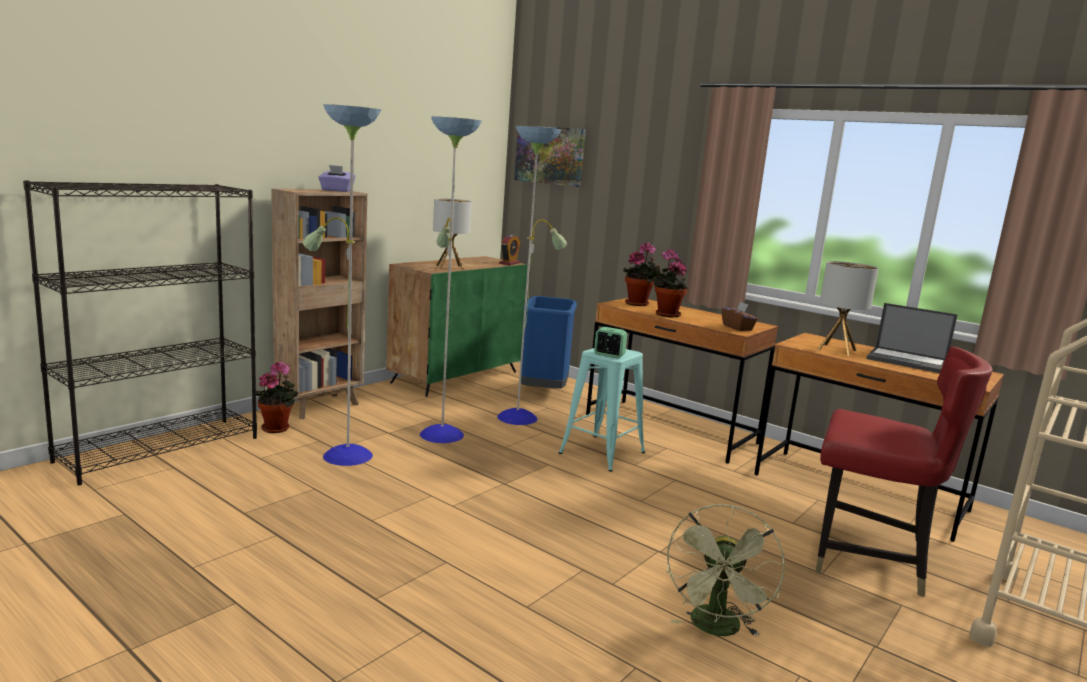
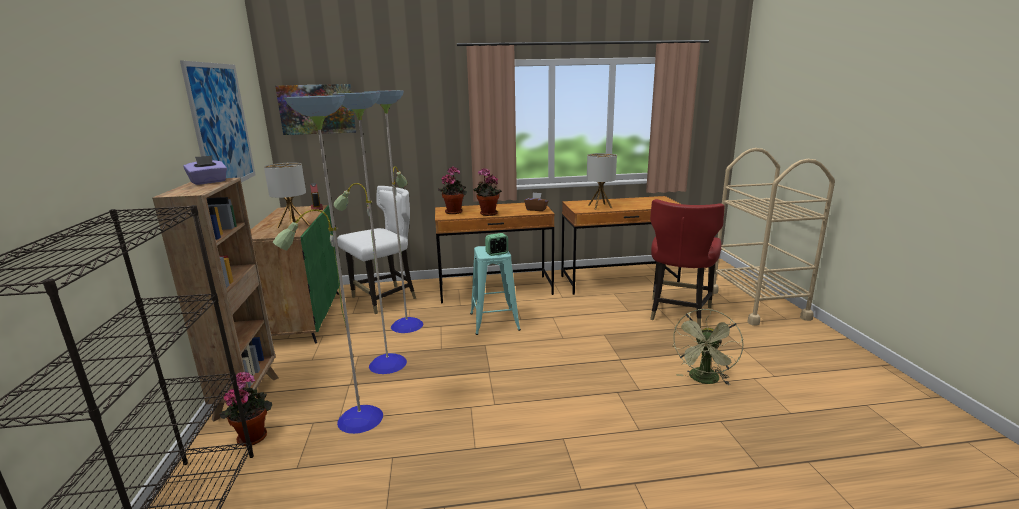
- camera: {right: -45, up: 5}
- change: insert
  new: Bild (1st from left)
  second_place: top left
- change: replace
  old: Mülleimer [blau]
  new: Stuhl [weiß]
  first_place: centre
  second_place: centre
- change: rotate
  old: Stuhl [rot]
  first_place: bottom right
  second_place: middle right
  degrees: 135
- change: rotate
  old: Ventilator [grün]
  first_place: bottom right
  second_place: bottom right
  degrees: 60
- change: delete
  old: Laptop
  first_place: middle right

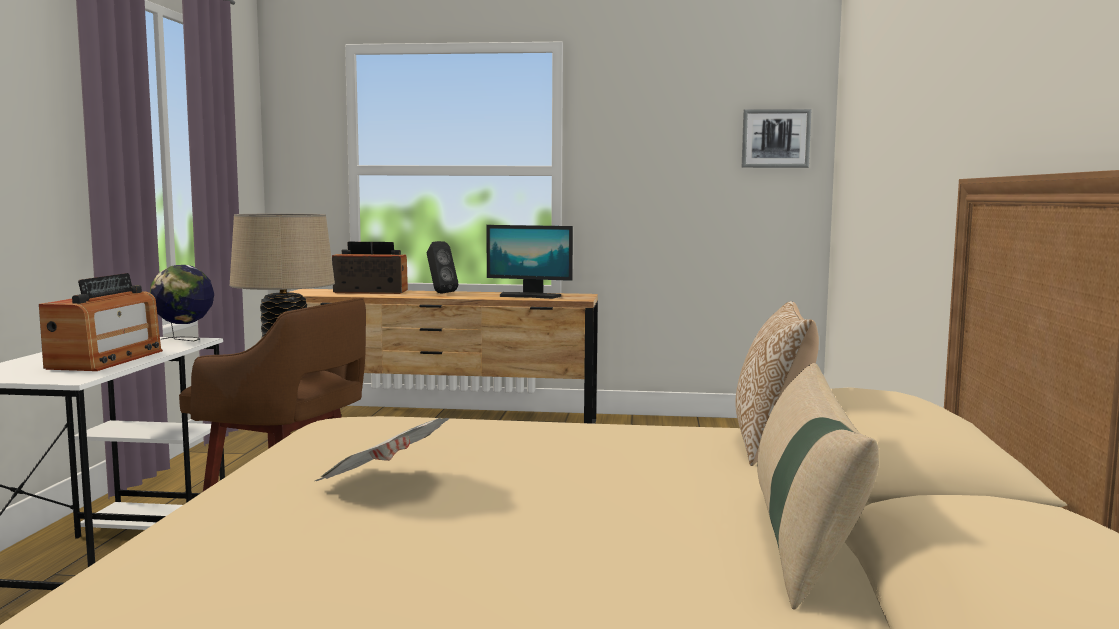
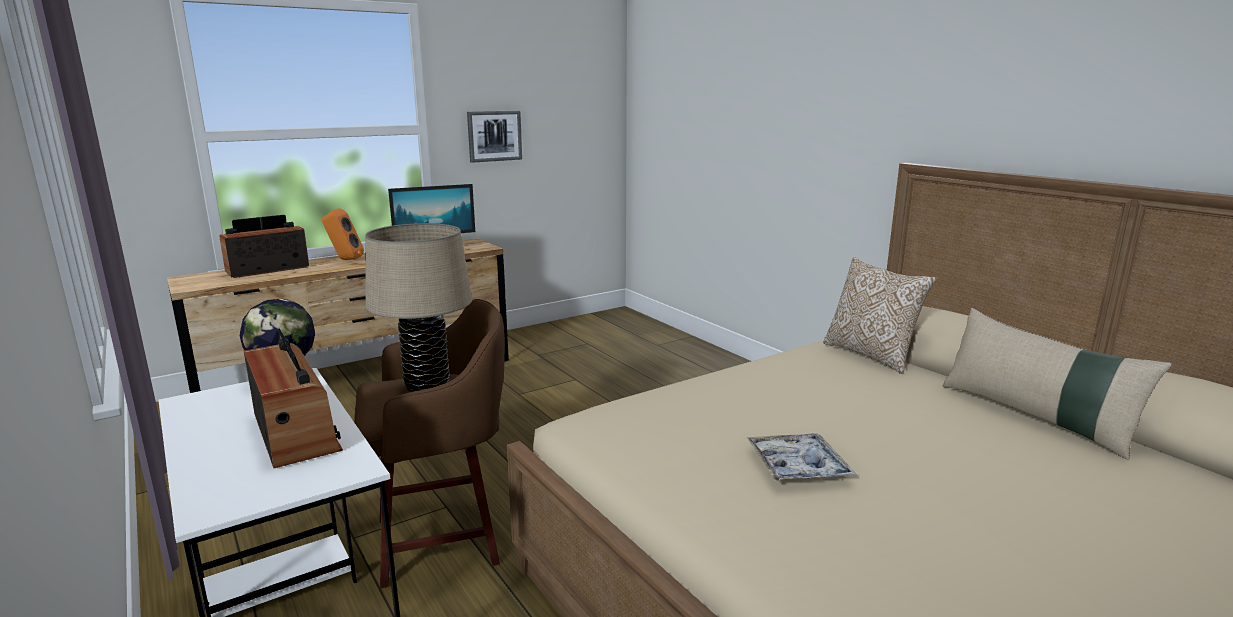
- camera: {right: -40, up: 10}
- change: recolor
  old: Lautsprecher [schwarz]
  new: Lautsprecher [orange]
  first_place: centre
  second_place: middle left
- change: move
  old: Bild
  first_place: top right
  second_place: top centre
- change: replace
  old: Zeitung
  new: Tablett
  first_place: bottom centre
  second_place: bottom centre

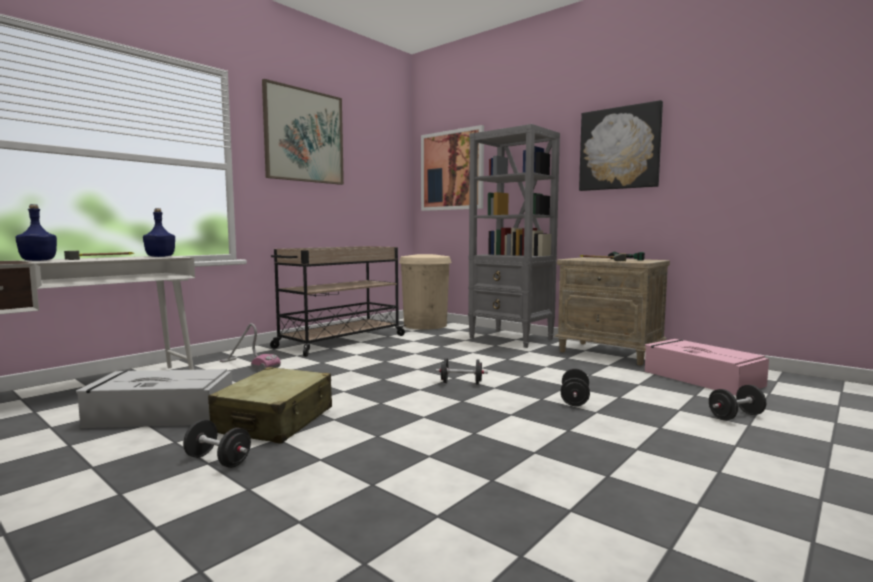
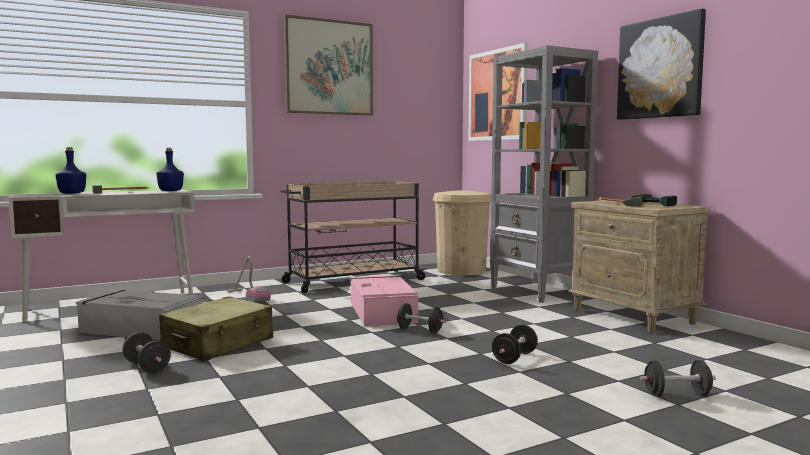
- camera: {right: 20, up: 0}
- change: move
  old: Aufbewahrungsbox [rosa]
  first_place: middle right
  second_place: centre

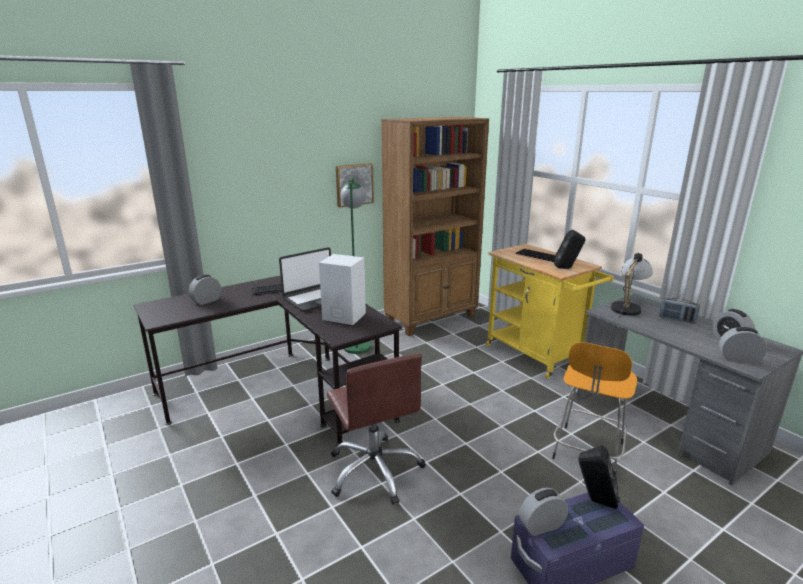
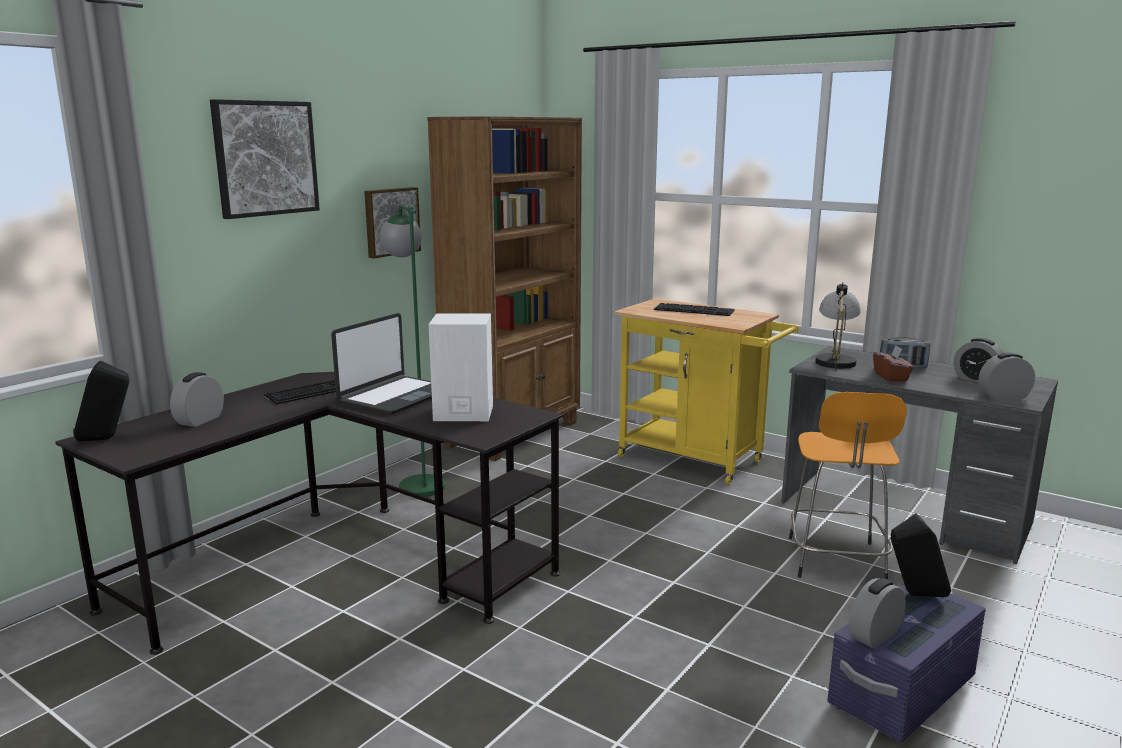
- camera: {right: -20, up: -5}
- change: move
  old: Lautsprecher [schwarz] (1st from left)
  first_place: middle right
  second_place: middle left
- change: insert
  new: Bild (1st from left)
  second_place: top left
- change: insert
  new: Taschentuchbox [braun]
  second_place: middle right
- change: delete
  old: Bürostuhl [braun]
  first_place: bottom centre

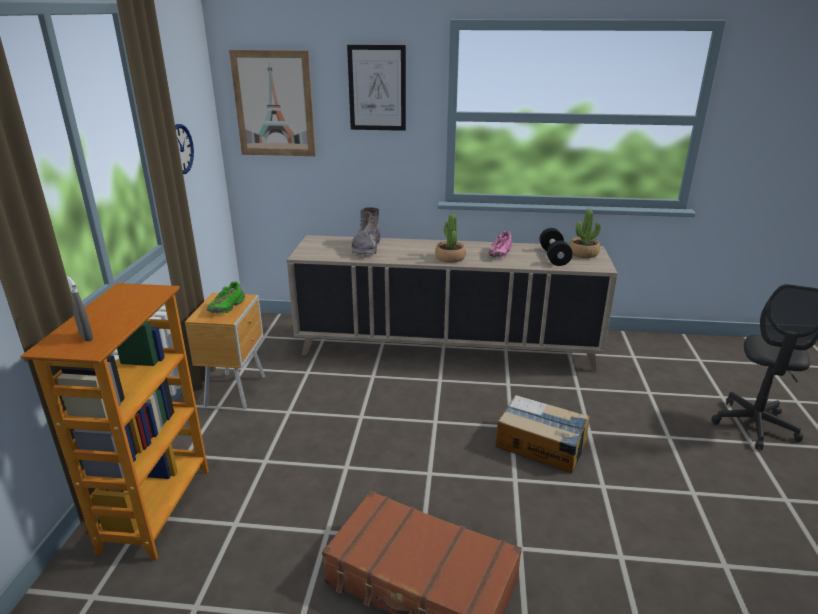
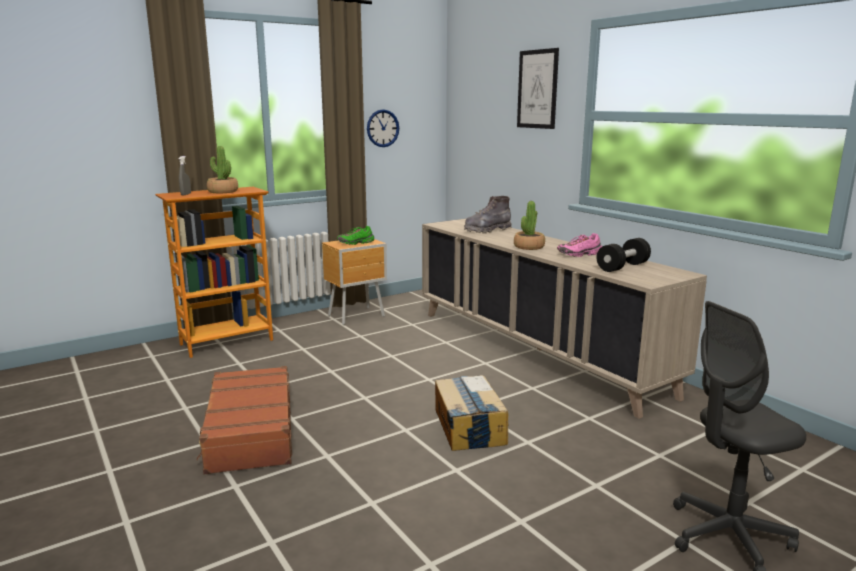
- camera: {right: 50, up: -10}
- change: move
  old: Topfpflanze (2nd from left in the first image)
  new: Topfpflanze (1st from left)
  first_place: middle right
  second_place: top left
- change: delete
  old: Bild (1st from left)
  first_place: top left

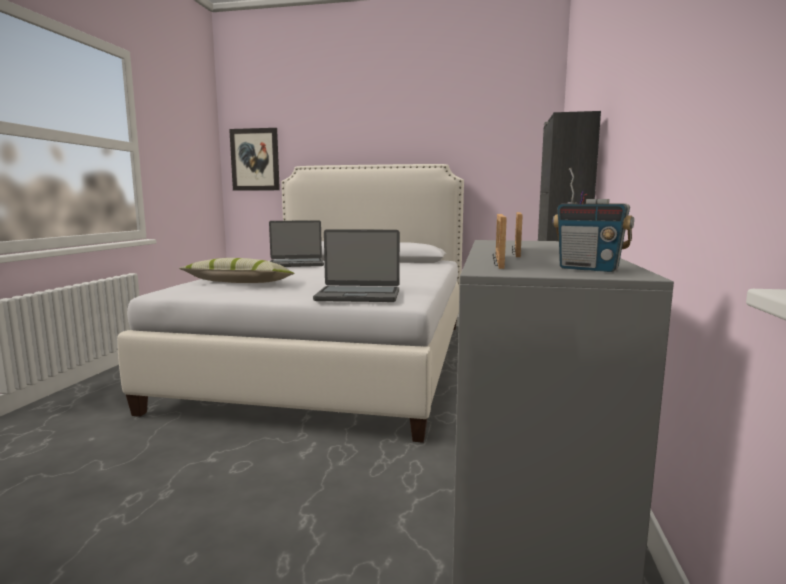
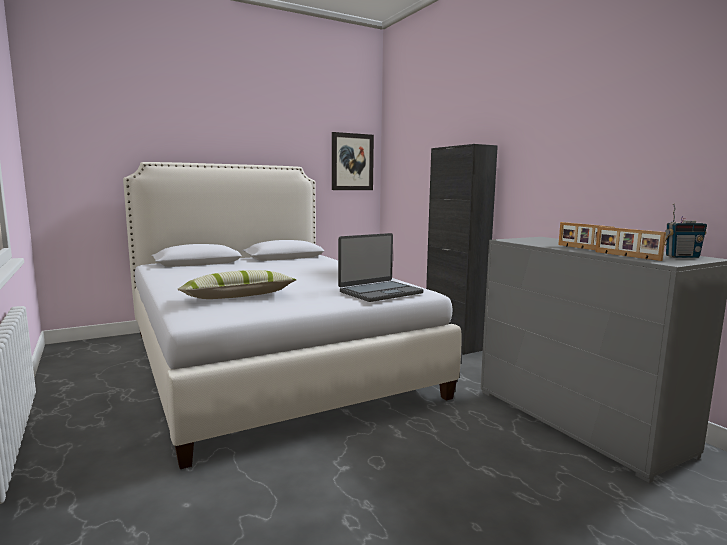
- camera: {right: -40, up: 0}
- change: move
  old: Bild
  first_place: top left
  second_place: top centre
- change: delete
  old: Laptop (1st from left)
  first_place: centre

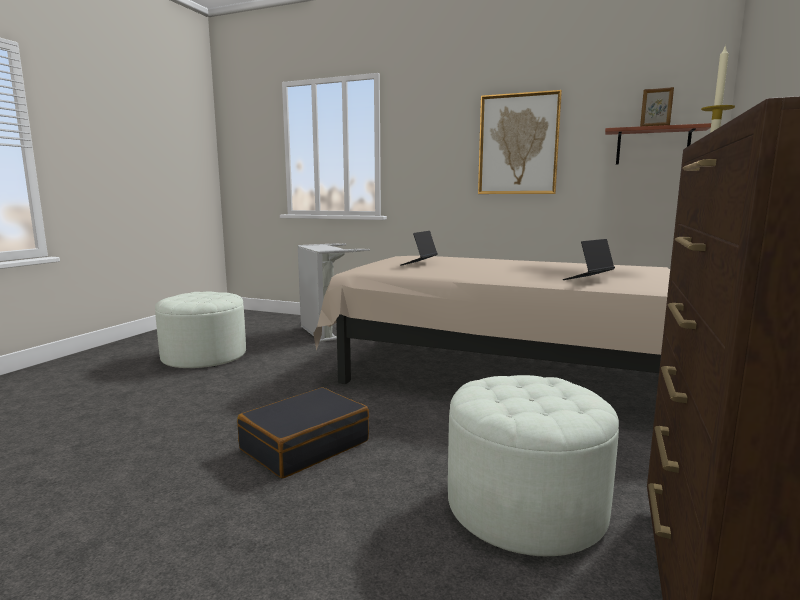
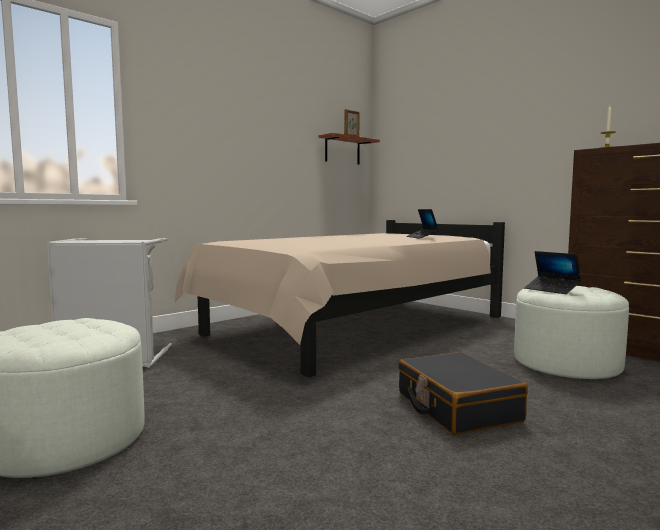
- camera: {right: -65, up: -5}
- change: move
  old: Laptop (1st from left in the first image)
  new: Laptop (2nd from left)
  first_place: centre
  second_place: middle right
- change: delete
  old: Bild
  first_place: top centre

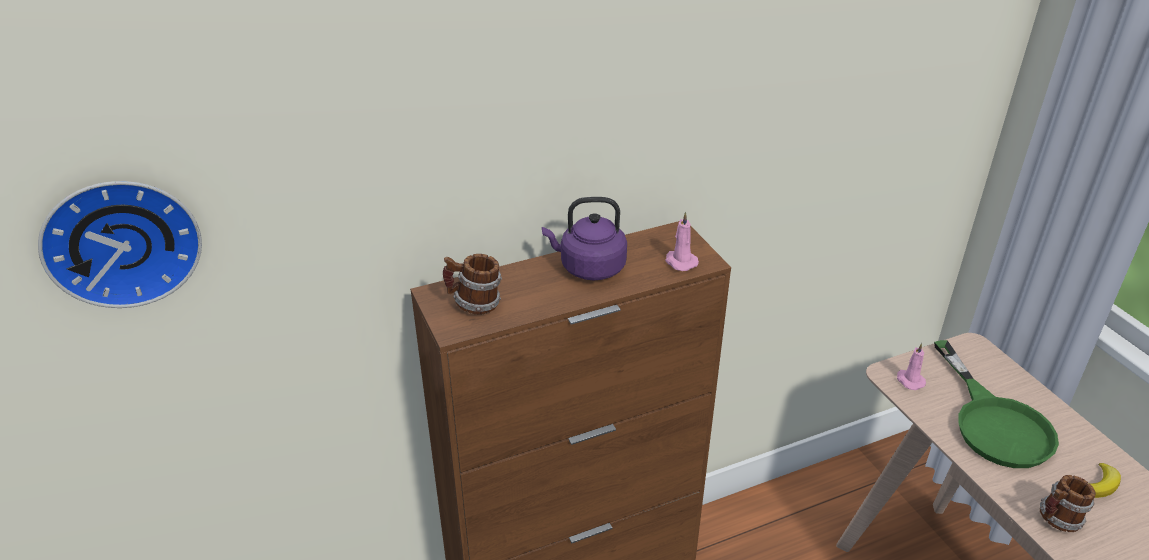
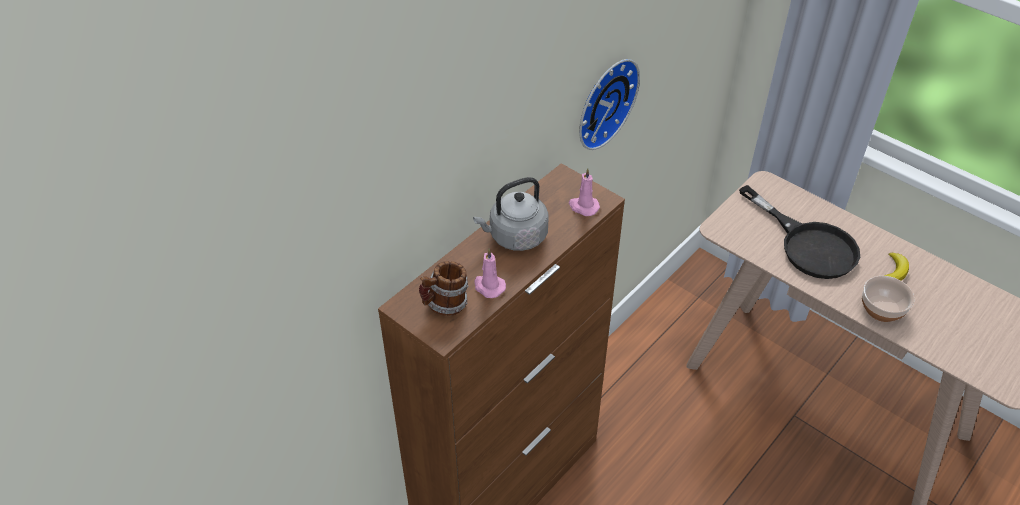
- camera: {right: -25, up: 10}
- change: recolor
  old: Wasserkessel [lila]
  new: Wasserkessel [grau]
  first_place: centre
  second_place: centre
- change: move
  old: Kerze [rosa] (2nd from left in the first image)
  new: Kerze [rosa] (1st from left)
  first_place: middle right
  second_place: centre
- change: move
  old: Wanduhr
  first_place: middle left
  second_place: top centre
- change: recolor
  old: Pfanne [grün]
  new: Pfanne [schwarz]
  first_place: bottom right
  second_place: middle right
- change: replace
  old: Henkelbecher (2nd from left)
  new: Schüssel
  first_place: bottom right
  second_place: middle right

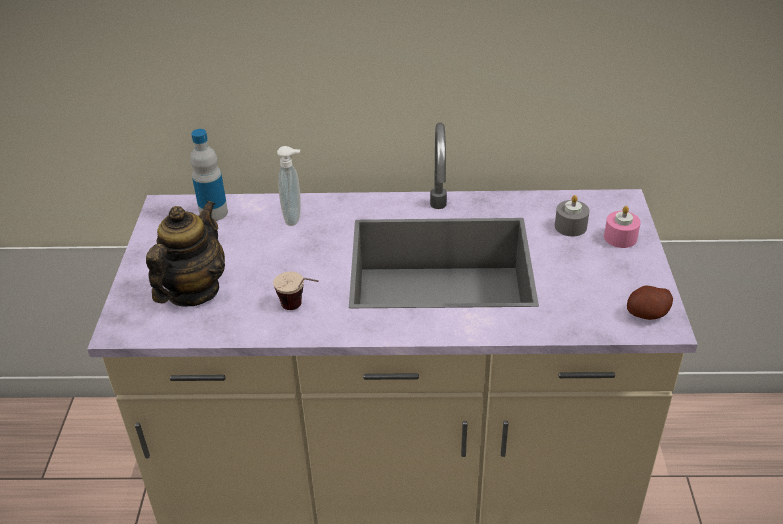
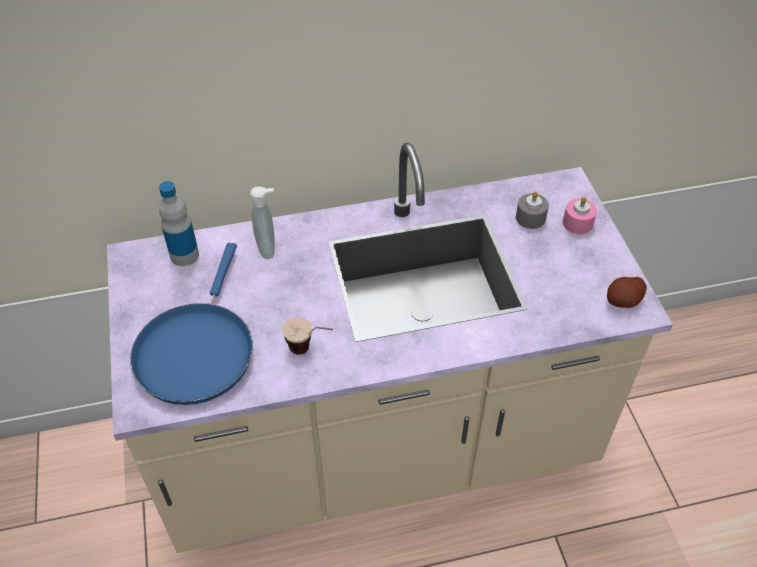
- camera: {right: -15, up: 10}
- change: replace
  old: Teekanne
  new: Pfanne [blau]
  first_place: middle left
  second_place: middle left

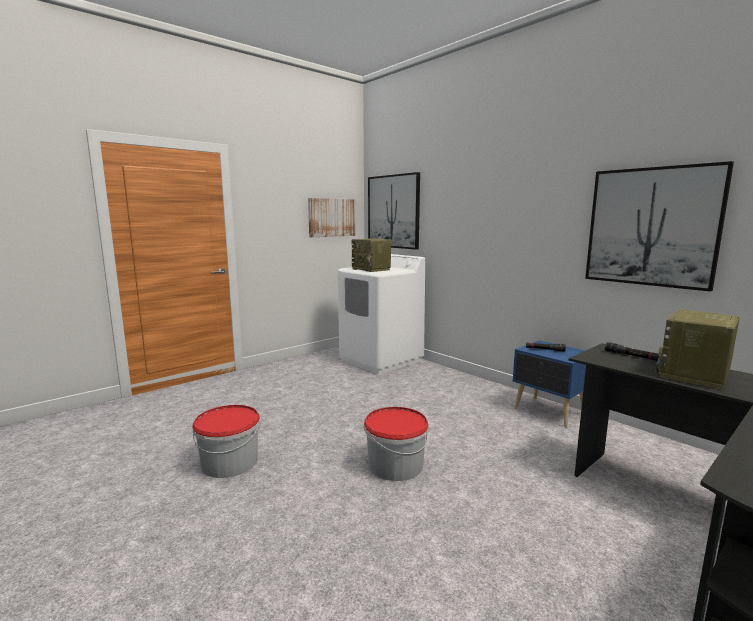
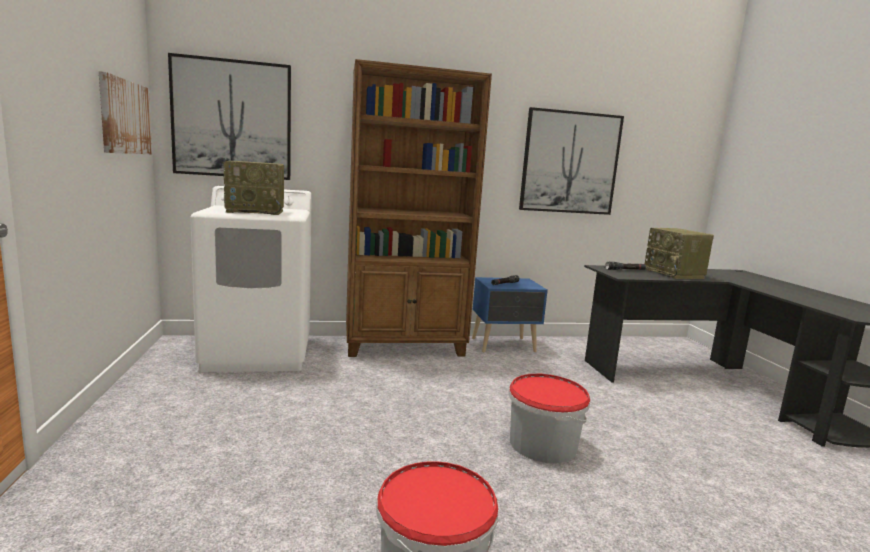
- camera: {right: -60, up: 0}
- change: insert
  new: Bücherregal [braun]
  second_place: centre

